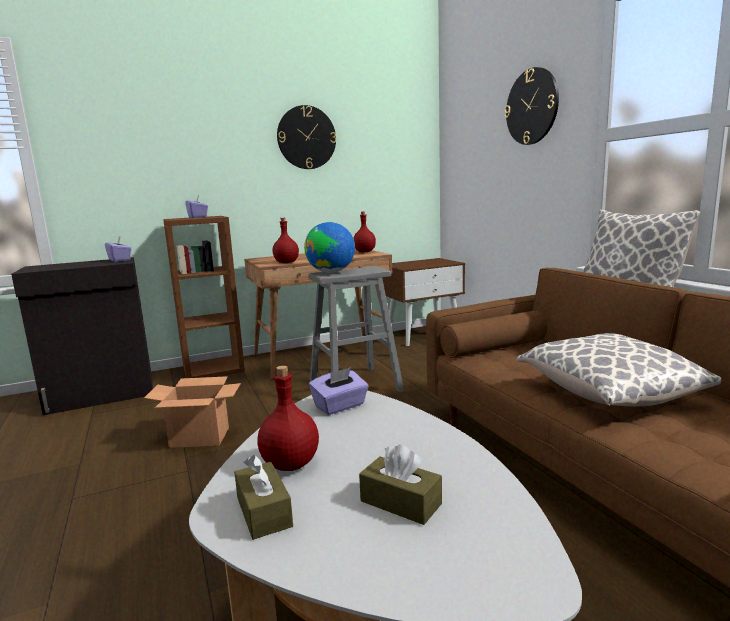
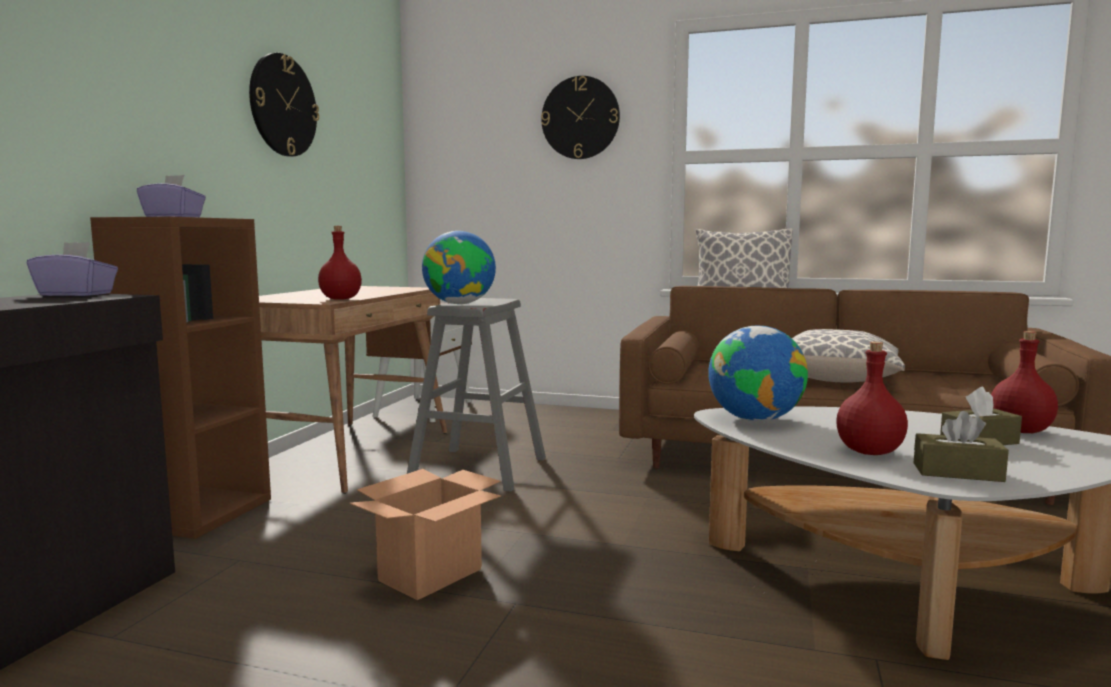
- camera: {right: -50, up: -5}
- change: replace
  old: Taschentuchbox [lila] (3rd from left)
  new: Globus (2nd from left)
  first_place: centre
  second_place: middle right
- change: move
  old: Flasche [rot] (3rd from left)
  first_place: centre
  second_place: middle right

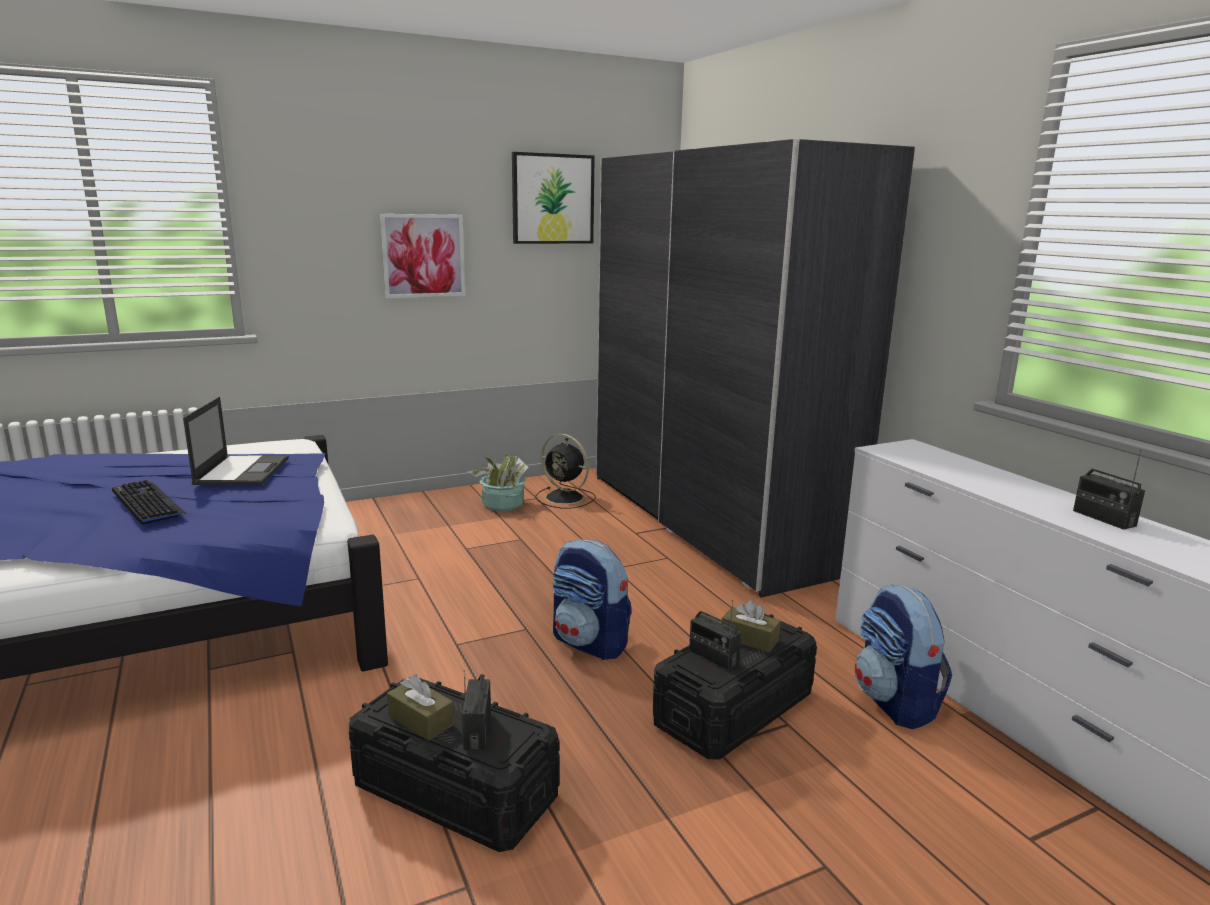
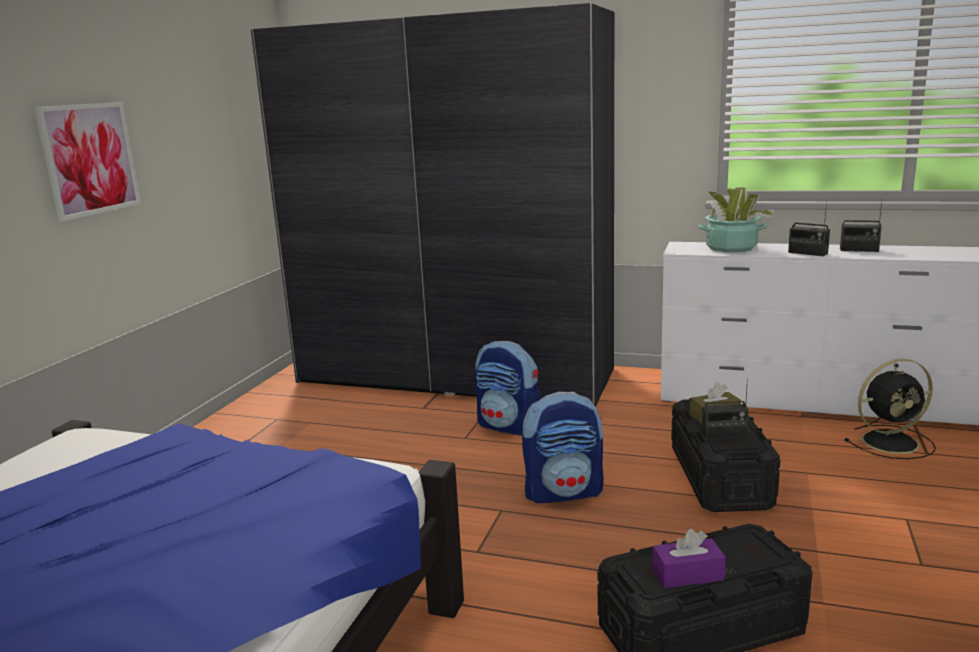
- camera: {right: -45, up: 0}
- change: move
  old: Rucksack (2nd from left in the first image)
  new: Rucksack (1st from left)
  first_place: bottom right
  second_place: centre
- change: recolor
  old: Taschentuchbox [braun] (1st from left)
  new: Taschentuchbox [lila]
  first_place: bottom centre
  second_place: bottom right
- change: move
  old: Topfpflanze
  first_place: centre
  second_place: middle right
- change: move
  old: Radio (1st from left in the first image)
  new: Radio (2nd from left)
  first_place: bottom centre
  second_place: middle right
- change: move
  old: Ventilator [schwarz]
  first_place: centre
  second_place: middle right
- change: delete
  old: Tastatur
  first_place: middle left
- change: delete
  old: Laptop
  first_place: middle left
- change: delete
  old: Bild (2nd from left)
  first_place: top centre

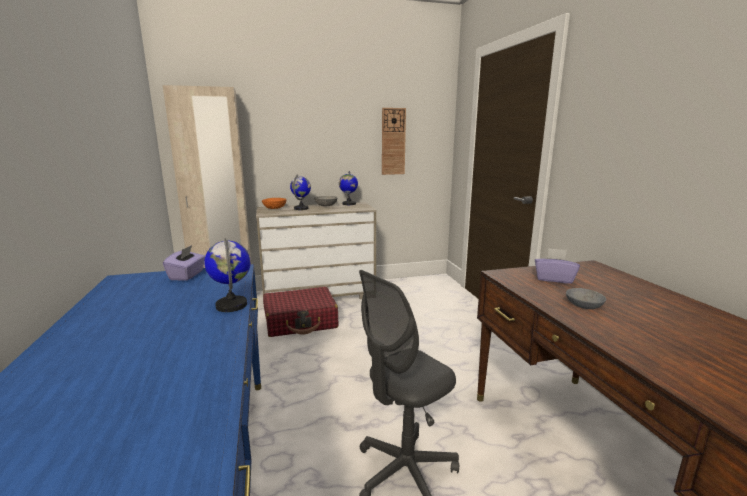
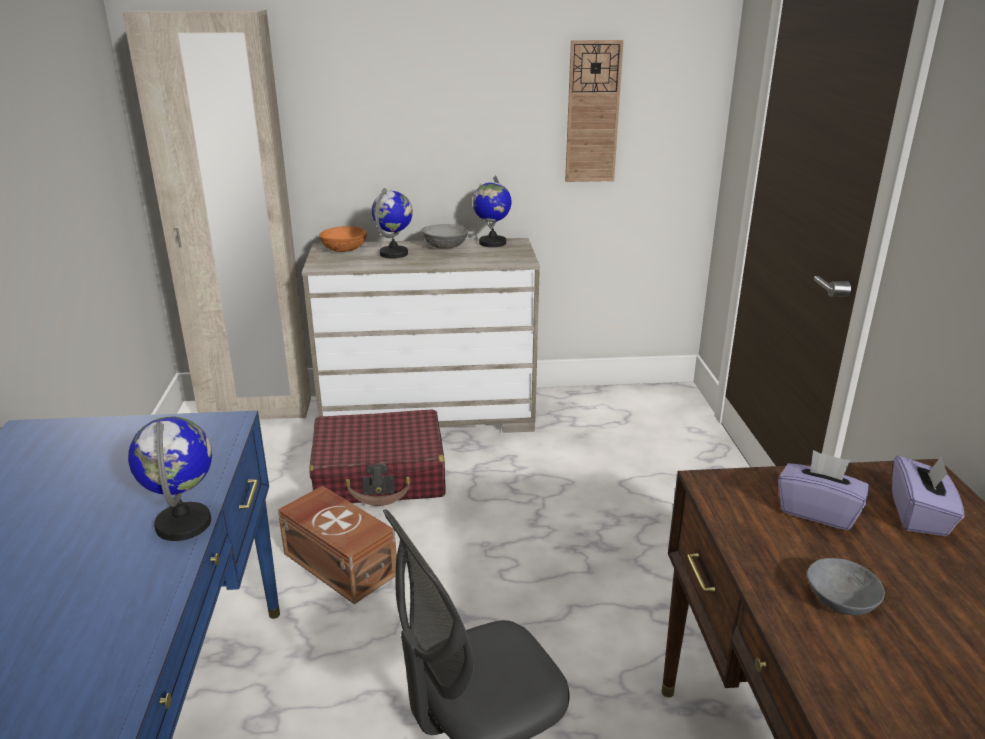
- camera: {right: 10, up: 10}
- change: insert
  new: Aufbewahrungsbox [braun]
  second_place: bottom centre
- change: move
  old: Taschentuchbox [lila] (1st from left in the first image)
  new: Taschentuchbox [lila] (2nd from left)
  first_place: middle left
  second_place: bottom right

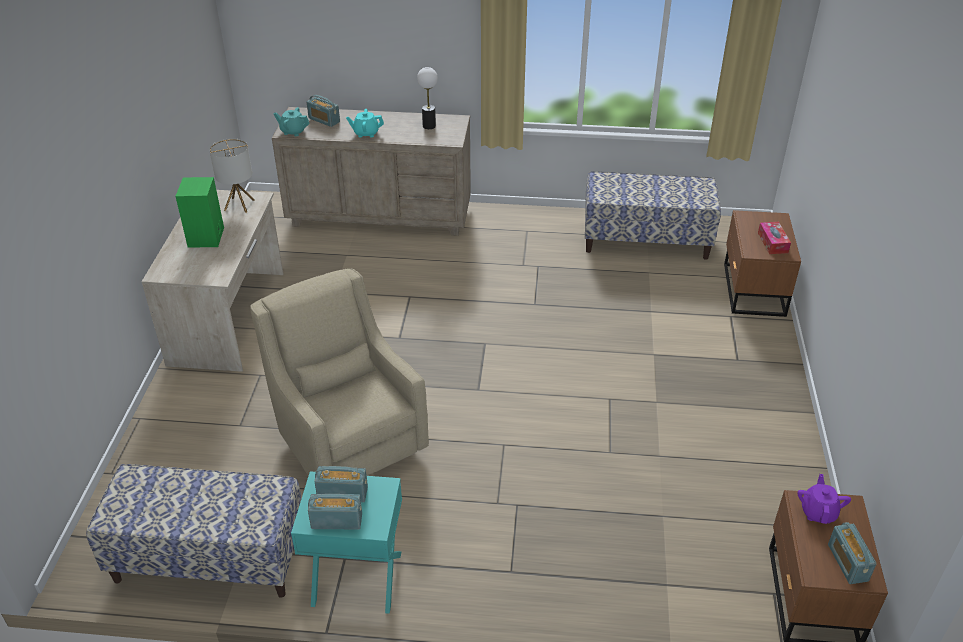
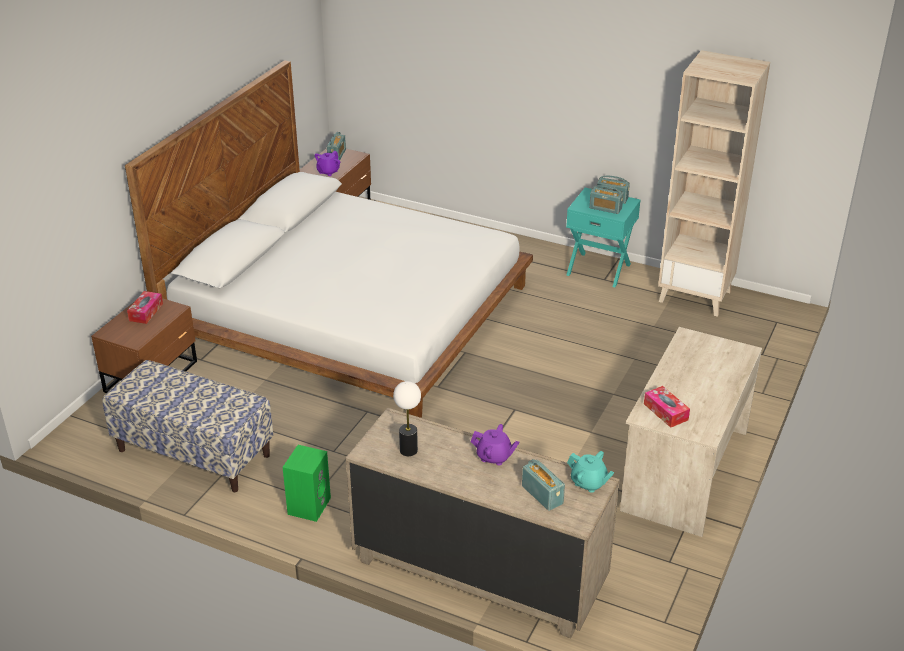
- camera: {right: -160, up: -5}
- change: insert
  new: Bett [weiß]
  second_place: centre
- change: move
  old: Lautsprecher [grün]
  first_place: top left
  second_place: bottom centre
- change: recolor
  old: Teekanne [türkis] (2nd from left)
  new: Teekanne [lila] (2nd from left)
  first_place: top centre
  second_place: bottom centre
- change: replace
  old: Tischlampe (1st from left)
  new: Taschentuchbox (2nd from left)
  first_place: top left
  second_place: middle right
- change: replace
  old: Bank (1st from left)
  new: Bücherregal [beige]
  first_place: bottom left
  second_place: top right
- change: delete
  old: Sessel [beige]
  first_place: centre

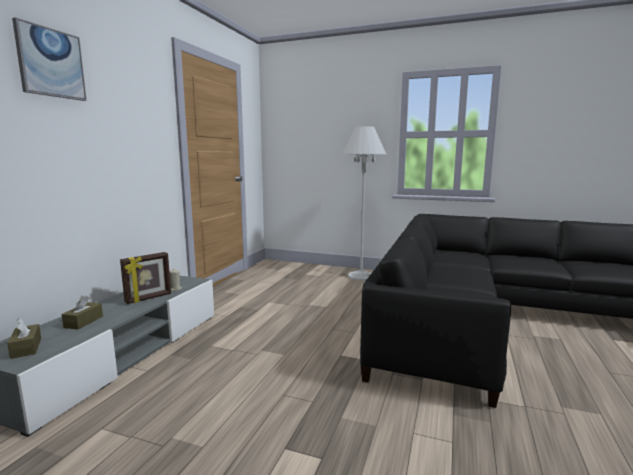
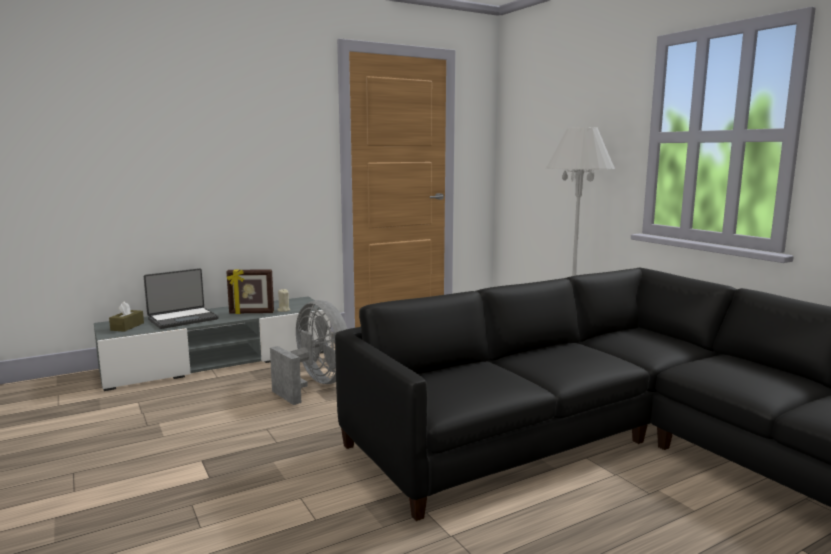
- camera: {right: 40, up: 0}
- change: replace
  old: Taschentuchbox [braun] (2nd from left)
  new: Laptop
  first_place: middle left
  second_place: middle left
- change: insert
  new: Ventilator [grau]
  second_place: centre
- change: delete
  old: Bild
  first_place: top left

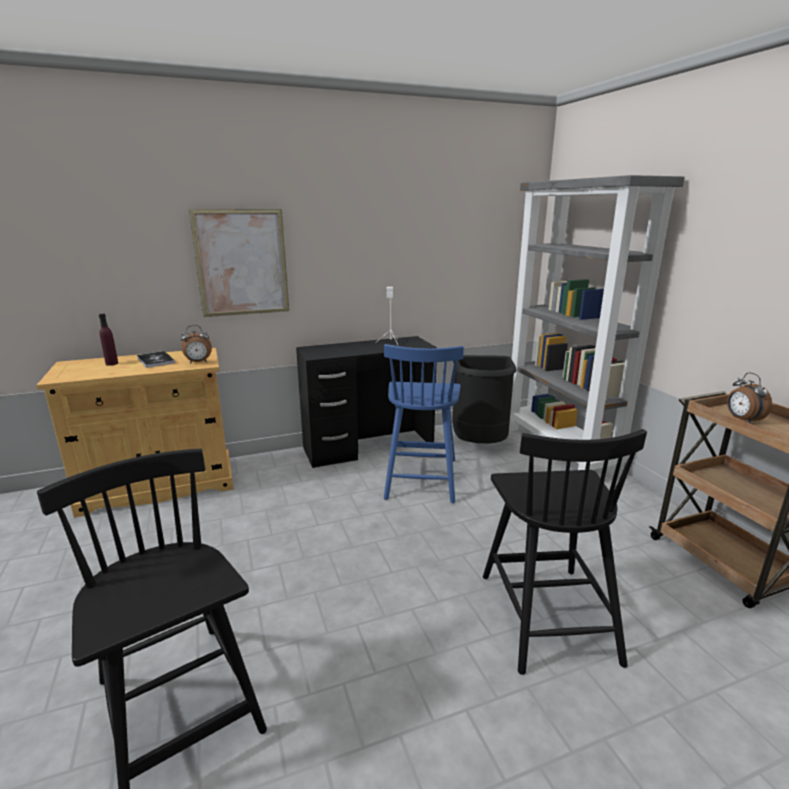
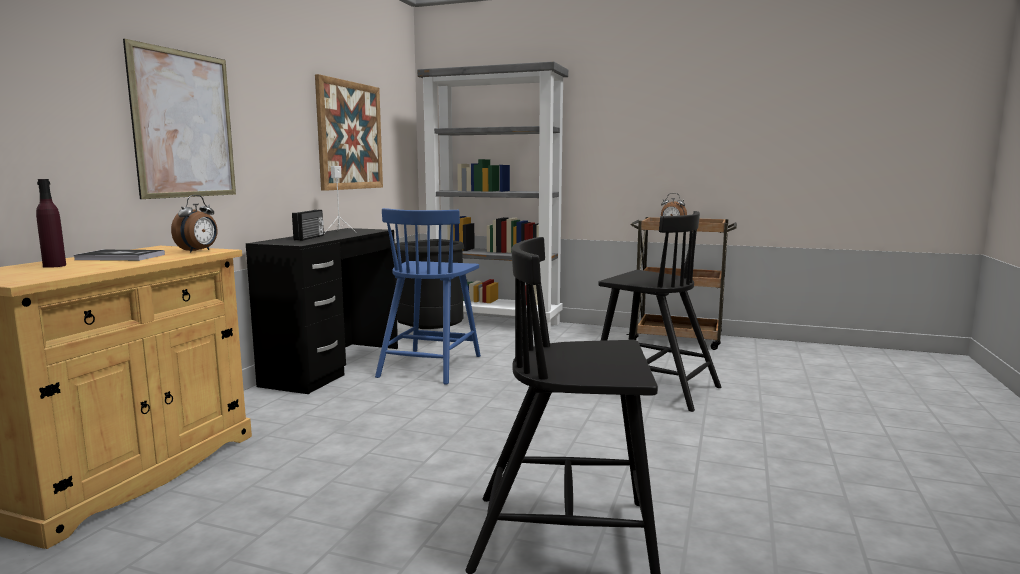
- camera: {right: -50, up: -10}
- change: insert
  new: Radio
  second_place: middle left
- change: insert
  new: Bild (2nd from left)
  second_place: top centre
- change: rotate
  old: Stuhl [blau]
  first_place: centre
  second_place: centre
  degrees: 60

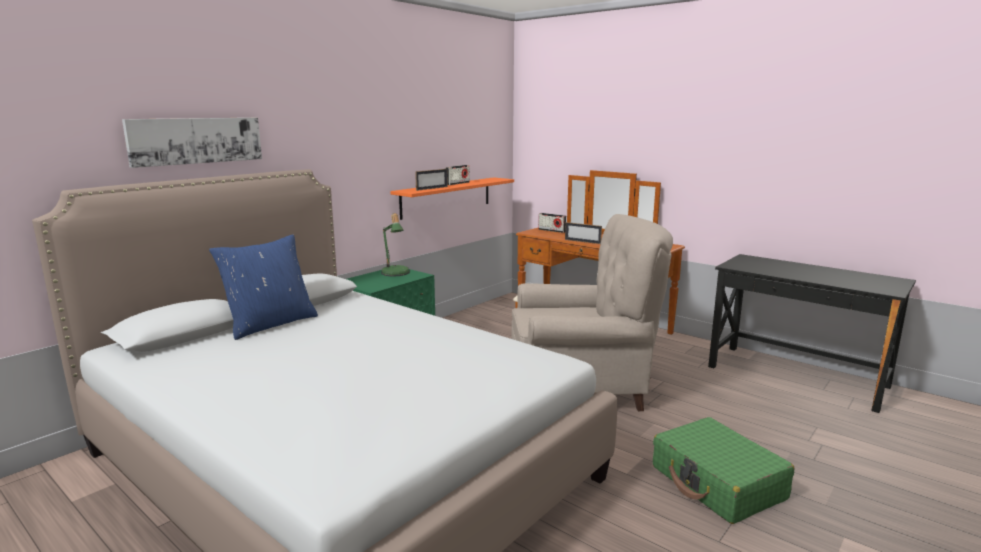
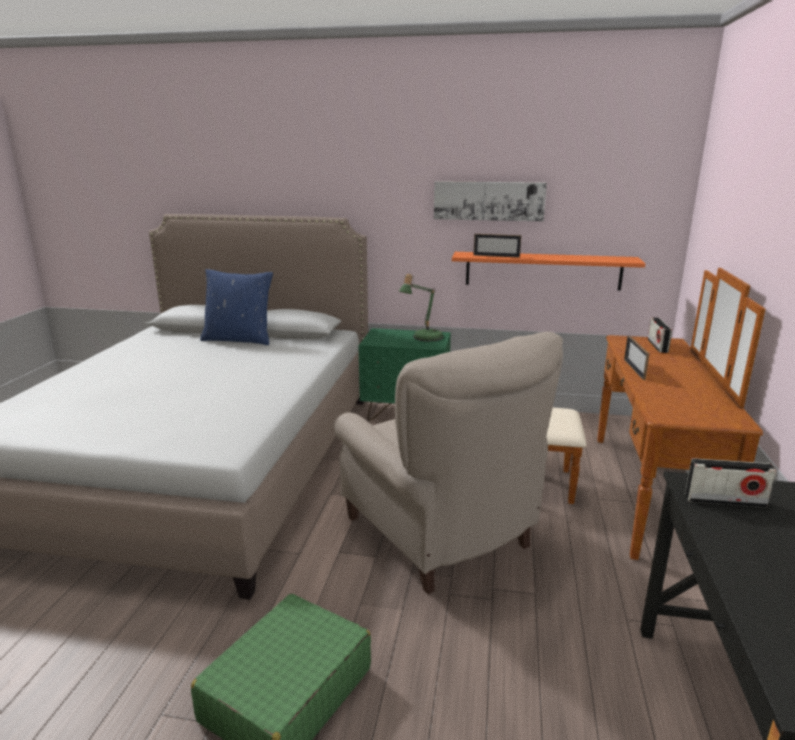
- camera: {right: 60, up: 5}
- change: move
  old: Bild
  first_place: top left
  second_place: top centre
- change: move
  old: Radio (1st from left in the first image)
  new: Radio (2nd from left)
  first_place: top centre
  second_place: middle right

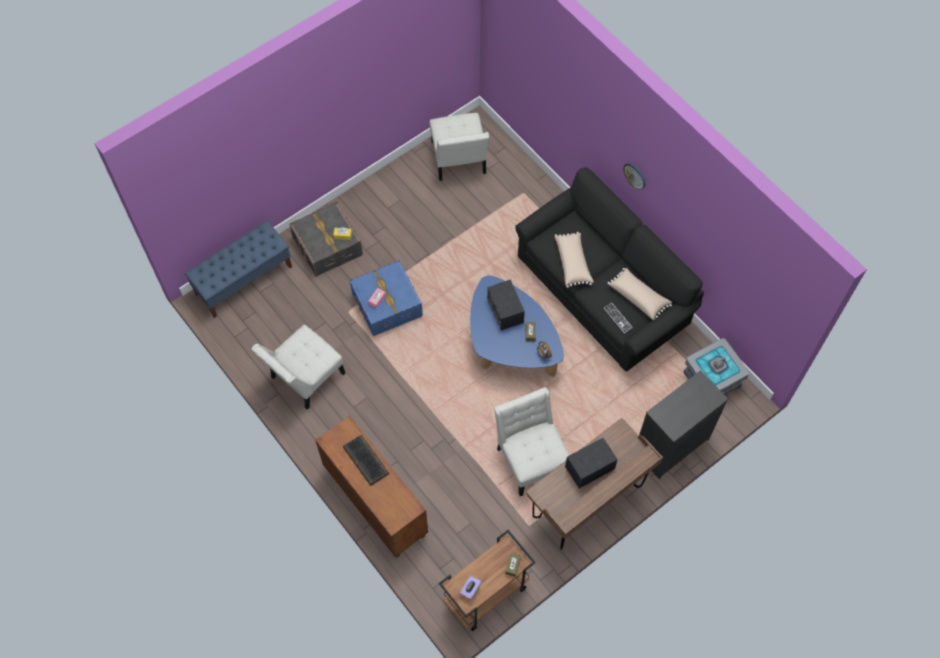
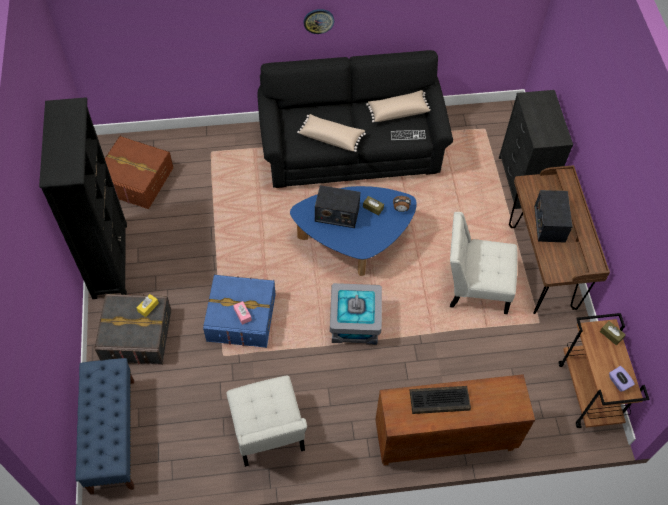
- camera: {right: -60, up: -5}
- change: insert
  new: Bücherregal [schwarz]
  second_place: middle left
- change: replace
  old: Stuhl [weiß] (2nd from left)
  new: Aufbewahrungsbox [braun]
  first_place: top centre
  second_place: middle left
- change: move
  old: Aufbewahrungsbox [grau] (2nd from left)
  first_place: middle right
  second_place: centre

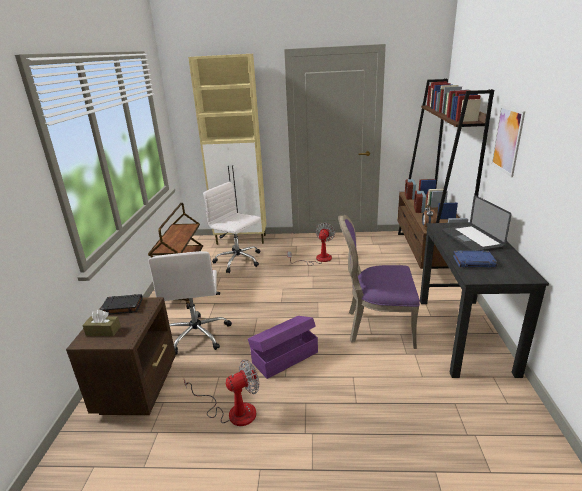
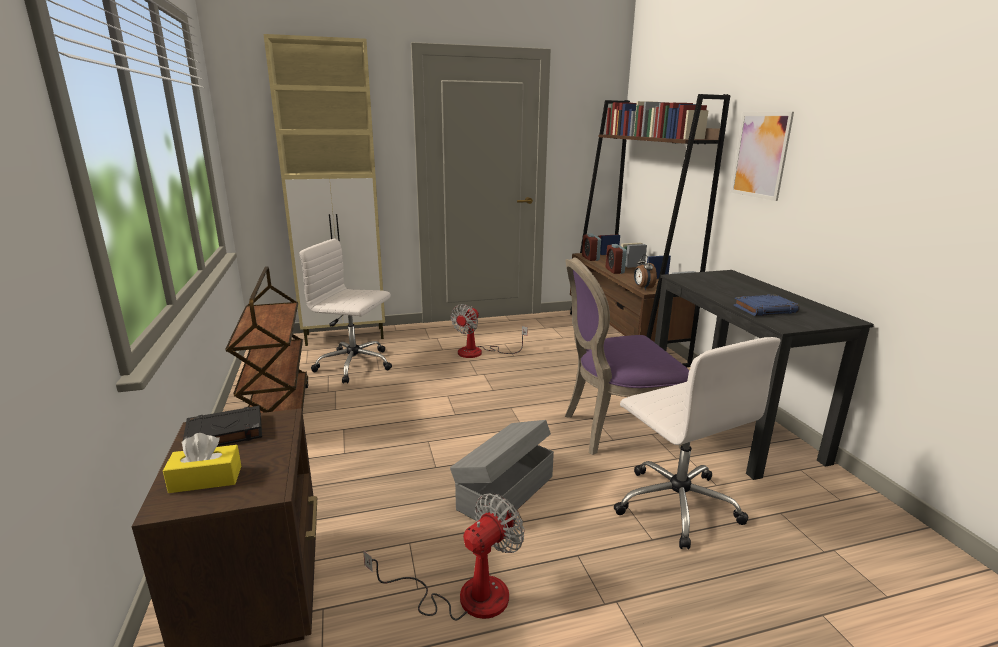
- camera: {right: -20, up: -5}
- change: recolor
  old: Taschentuchbox [braun]
  new: Taschentuchbox [gelb]
  first_place: middle left
  second_place: bottom left
- change: recolor
  old: Aufbewahrungsbox [lila]
  new: Aufbewahrungsbox [grau]
  first_place: bottom centre
  second_place: bottom centre
- change: rotate
  old: Ventilator (2nd from left)
  first_place: centre
  second_place: centre
  degrees: -150
- change: move
  old: Bürostuhl [weiß] (1st from left in the first image)
  new: Bürostuhl [weiß] (2nd from left)
  first_place: middle left
  second_place: bottom right
- change: delete
  old: Laptop
  first_place: middle right

